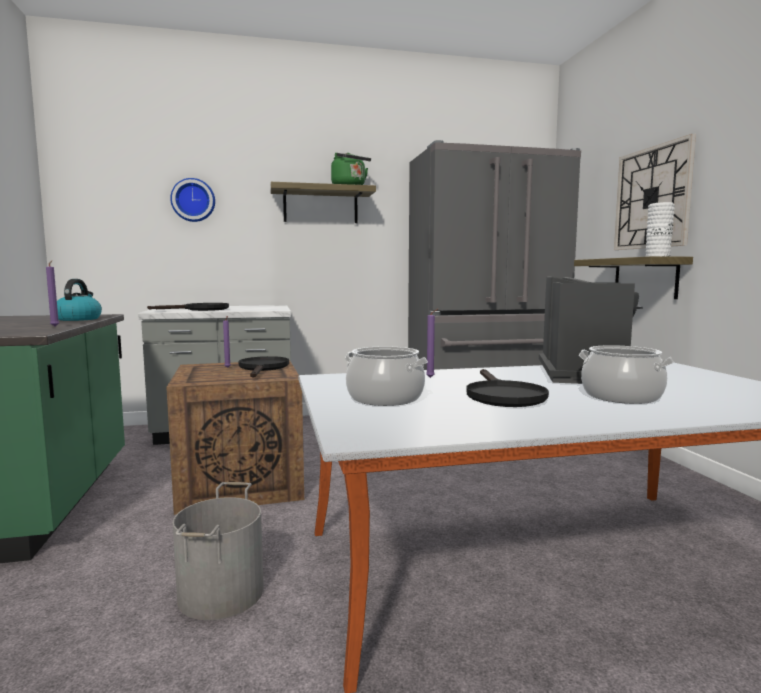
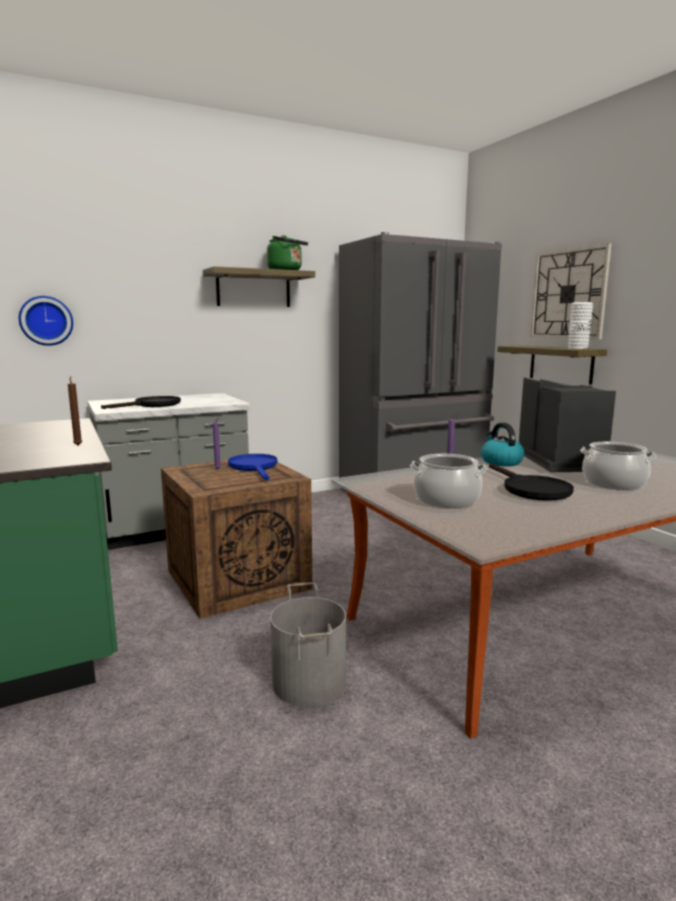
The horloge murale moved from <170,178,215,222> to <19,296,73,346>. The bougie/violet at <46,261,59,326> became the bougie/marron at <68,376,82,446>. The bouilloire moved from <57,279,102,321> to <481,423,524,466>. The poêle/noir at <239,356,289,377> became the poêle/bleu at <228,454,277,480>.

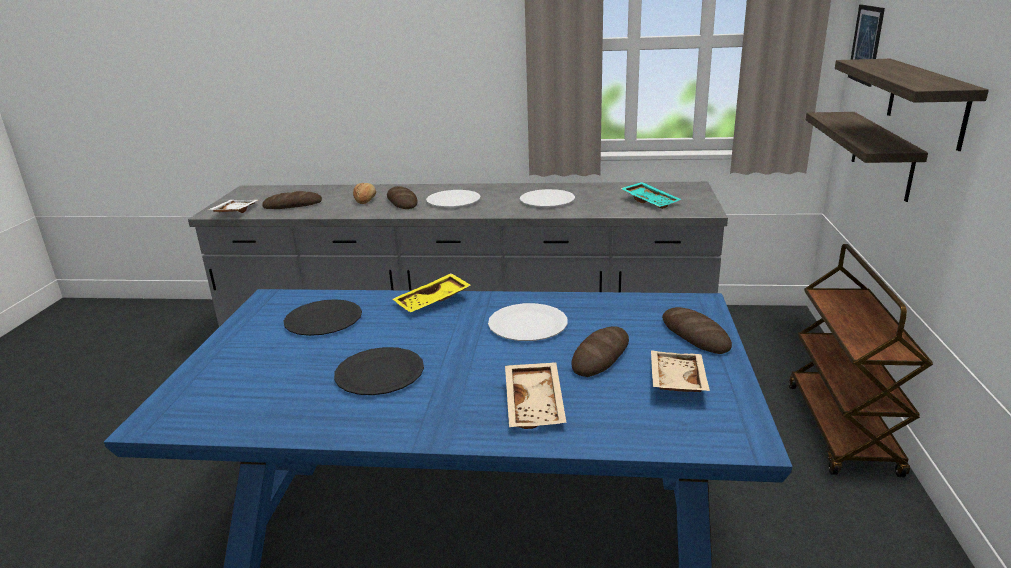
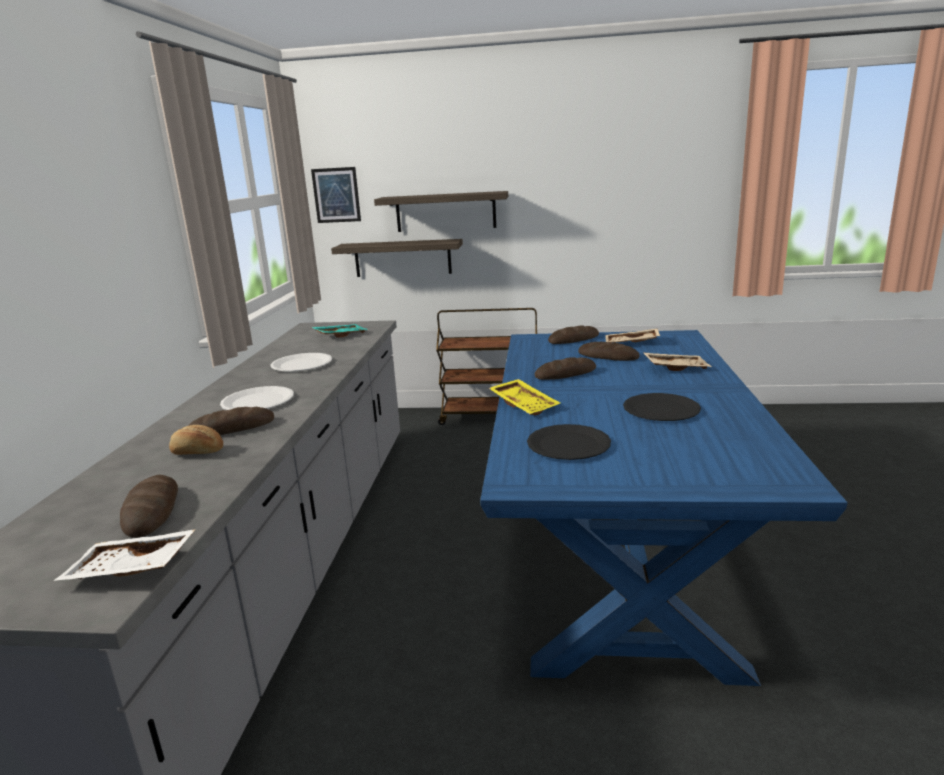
The assiette/blanc at <488,303,567,341> was replaced by the pain at <535,357,596,380>.

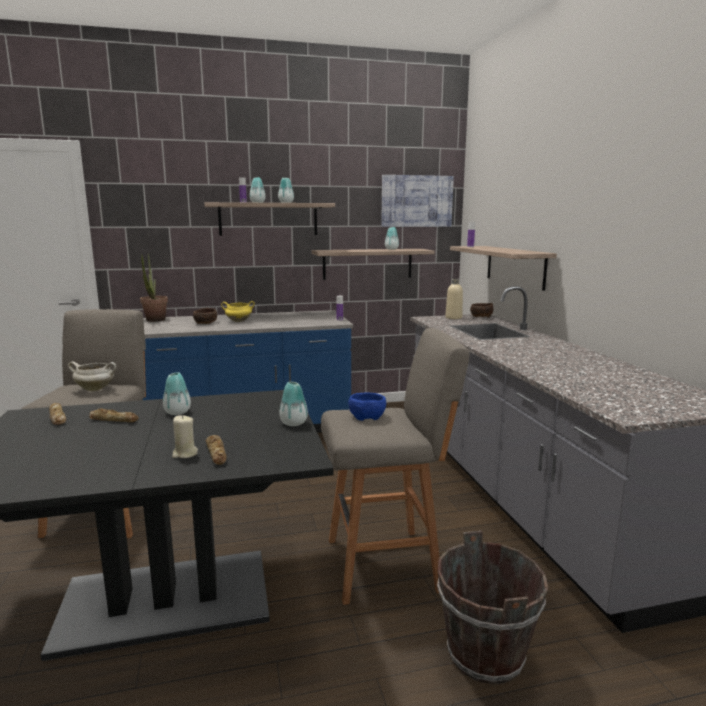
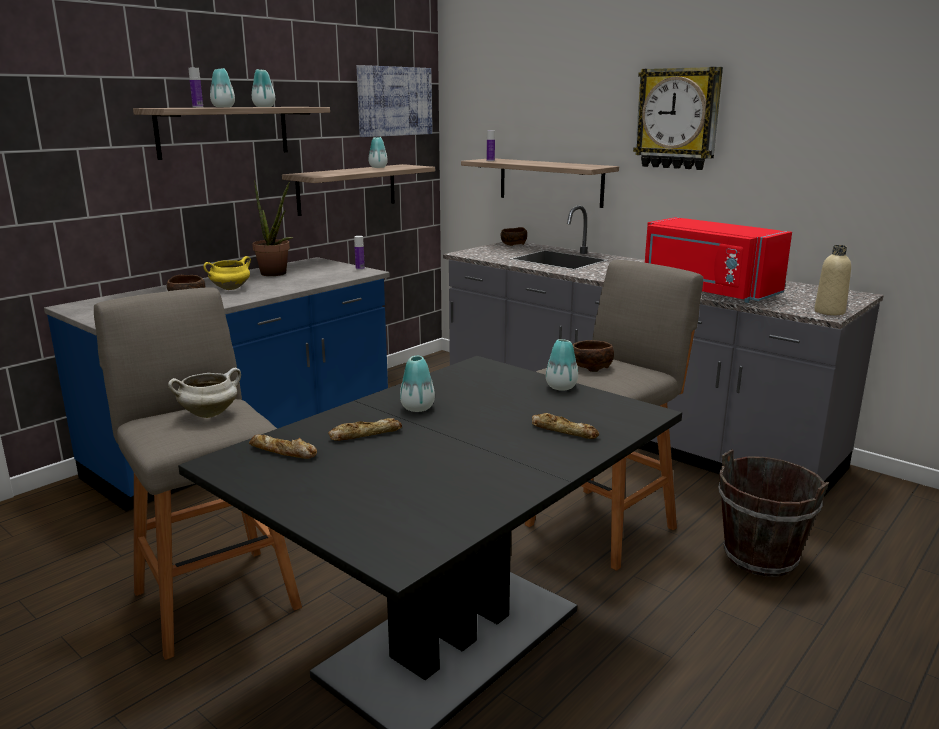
The plante en pot moved from <140,254,168,322> to <252,180,293,276>. The bouteille/beige moved from <445,279,463,319> to <814,245,851,315>. The bol/bleu at <348,392,386,421> became the bol/marron at <572,340,614,372>. The bougie/beige at <172,415,198,458> disappeared. The horloge murale at <633,67,723,170> appeared. The micro-ondes/rouge at <645,217,792,303> appeared.

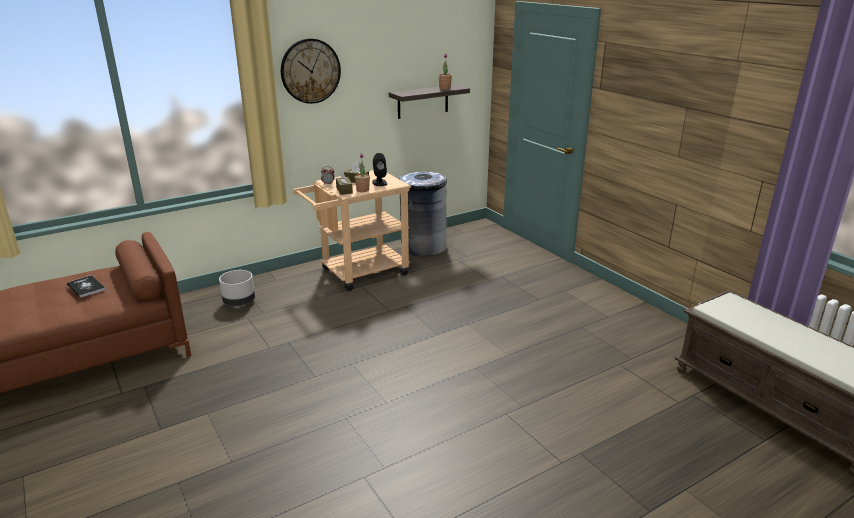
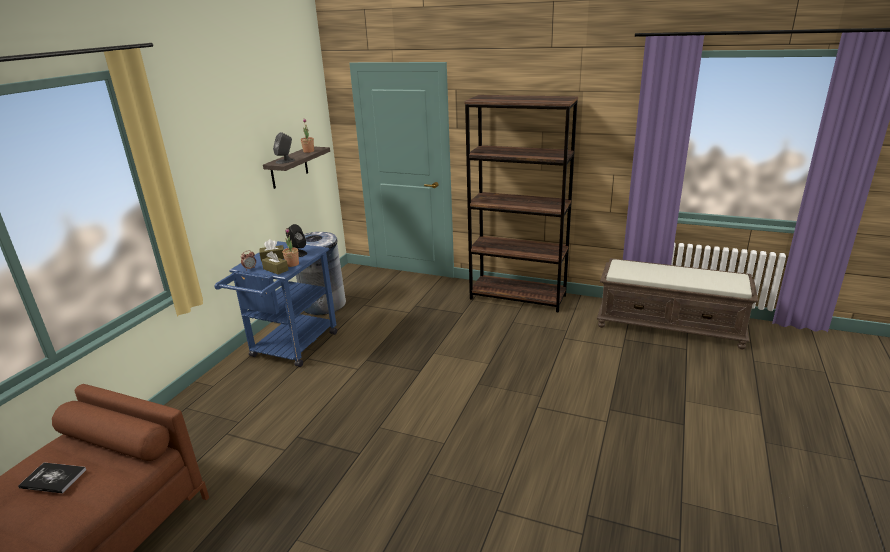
The horloge murale at <281,38,341,104> disappeared. The chariot/beige at <293,170,411,291> became the chariot/bleu at <214,241,337,367>. The cache-pot/gris at <219,270,255,306> disappeared. The bibliothèque/marron at <464,95,578,313> appeared. The enceinte/gris at <273,132,295,164> appeared.

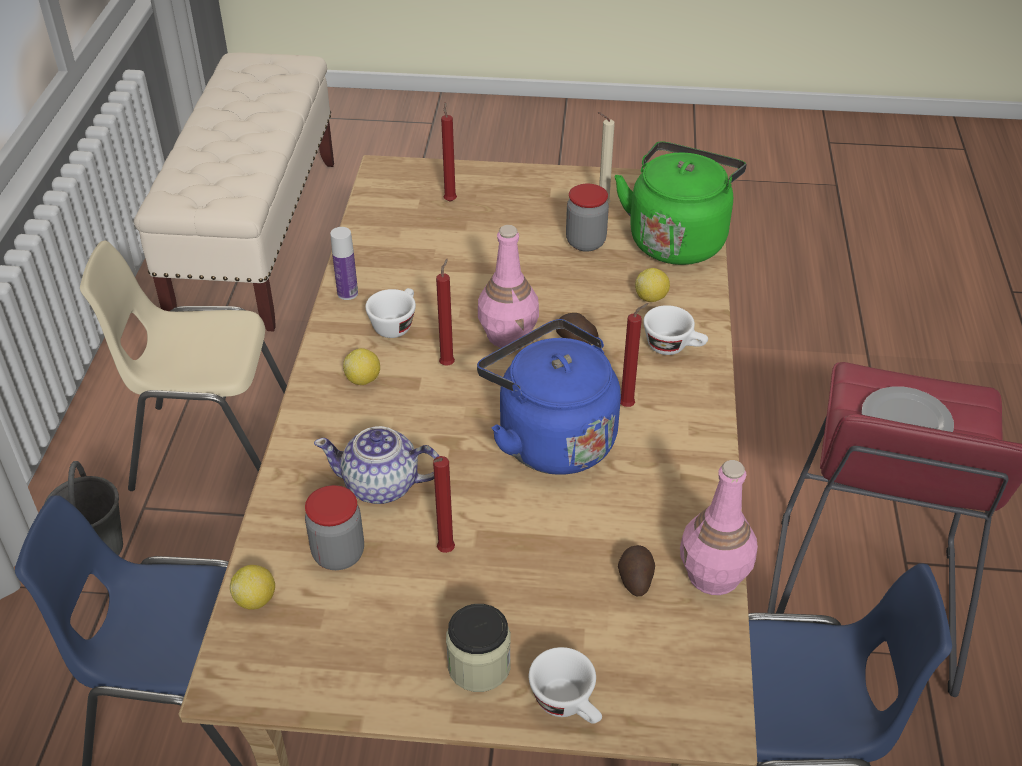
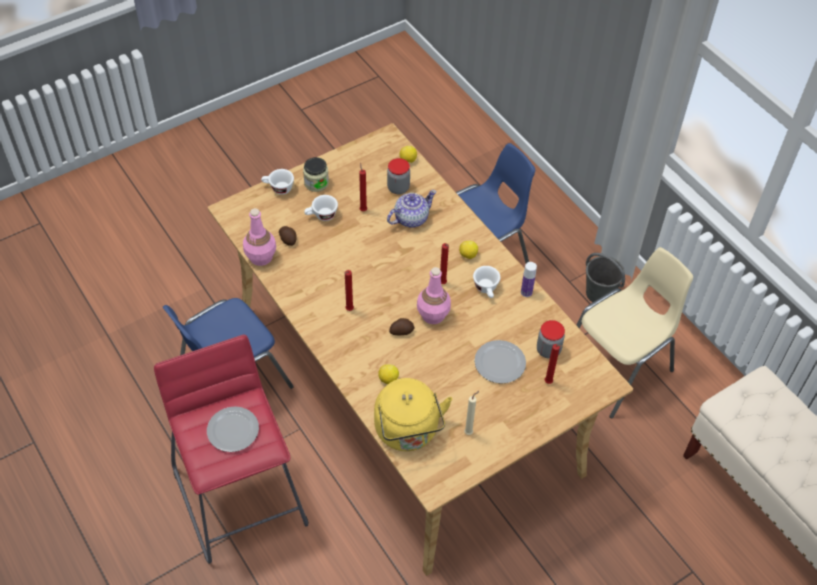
The bouilloire/vert at <615,141,746,265> became the bouilloire/jaune at <374,378,452,451>. The bocal moved from <566,184,609,252> to <537,320,565,359>. The tasse/blanc moved from <643,305,708,355> to <304,195,338,221>. The bouilloire/bleu at <477,319,621,475> disappeared. The assiette at <475,340,526,384> appeared.

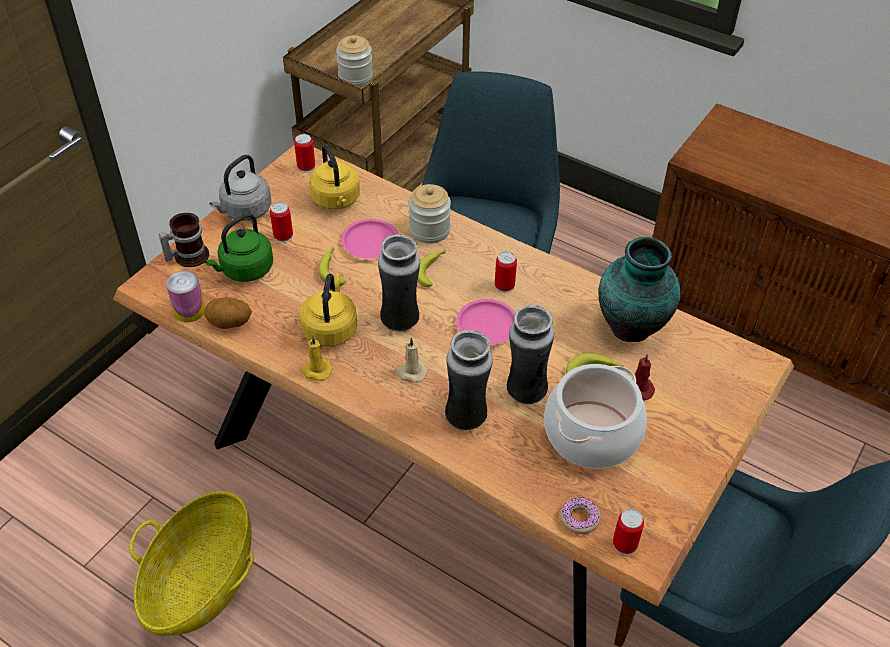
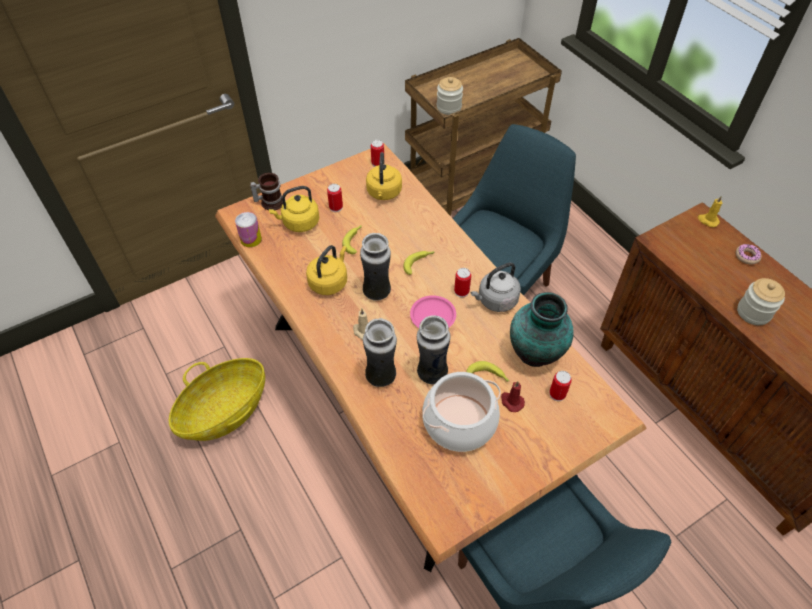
The bouilloire/gris moved from <210,155,271,221> to <470,263,521,312>. The bocal moved from <409,184,451,243> to <737,278,785,325>. The bouilloire/vert at <205,213,273,282> became the bouilloire/jaune at <269,186,319,232>. The assiette/rose at <341,219,398,259> disappeared. The pomme de terre at <204,298,252,329> disappeared. The bougie/jaune moved from <300,336,333,381> to <698,196,722,227>. The beignet moved from <560,497,601,534> to <736,244,762,264>. The boîte métallique moved from <613,509,644,555> to <549,371,572,401>.

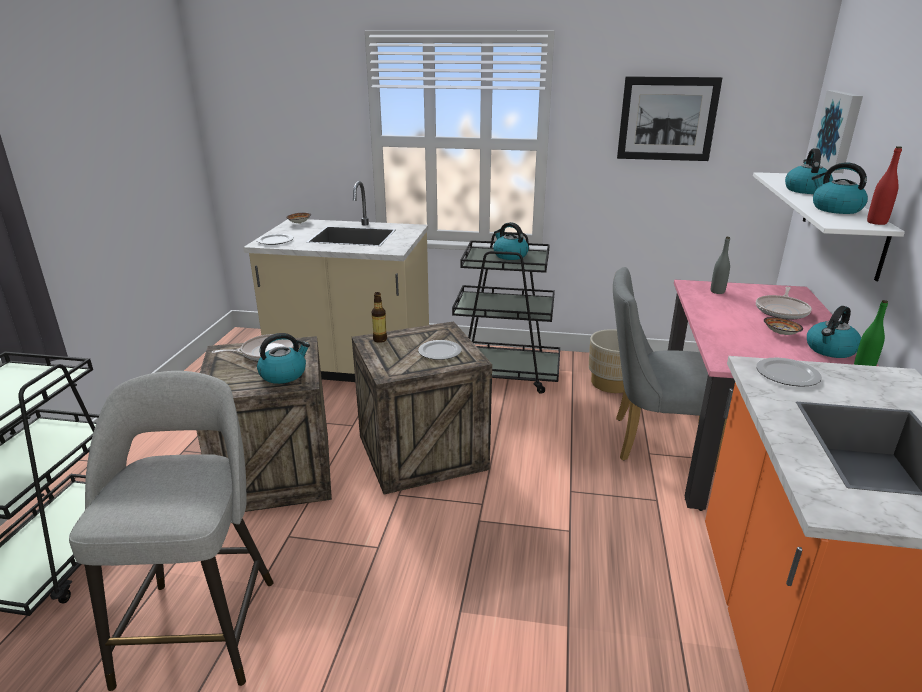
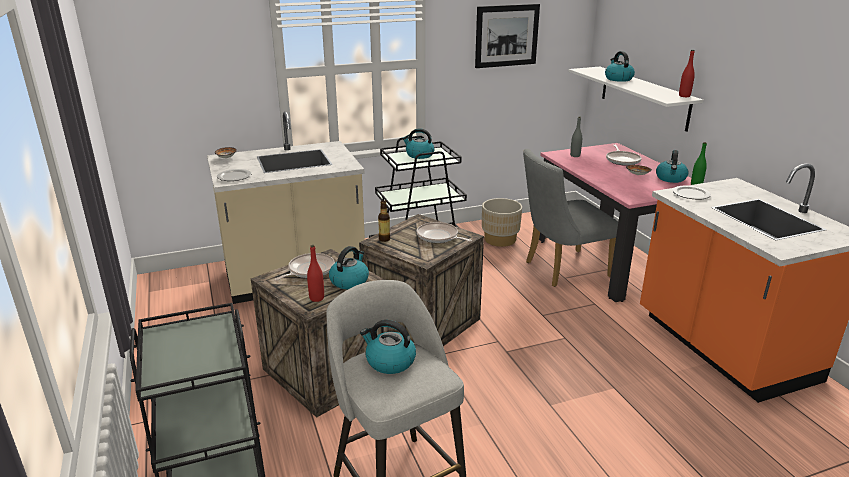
The tableau at <813,90,863,173> disappeared. The bouilloire moved from <812,162,868,214> to <360,320,416,374>. The assiette at <418,340,462,360> was replaced by the poêle at <417,222,472,243>. The bouteille/rouge at <307,245,324,302> appeared.

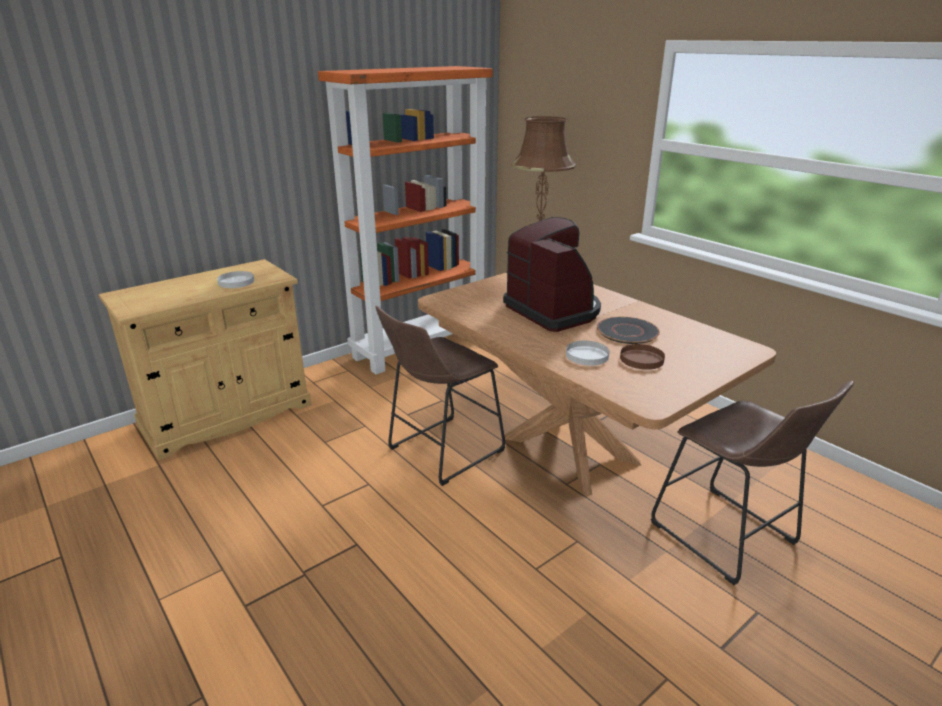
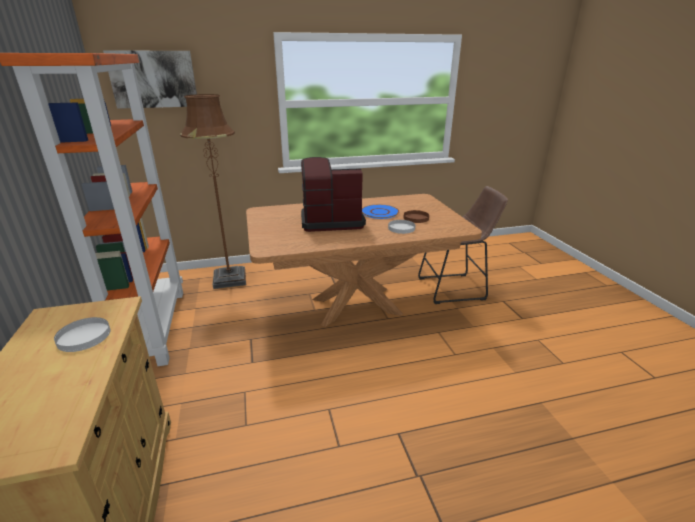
The tabouret/marron at <375,306,505,486> disappeared. The assiette/noir at <597,317,660,344> became the assiette/bleu at <362,205,399,219>. The tableau at <103,50,197,109> appeared.

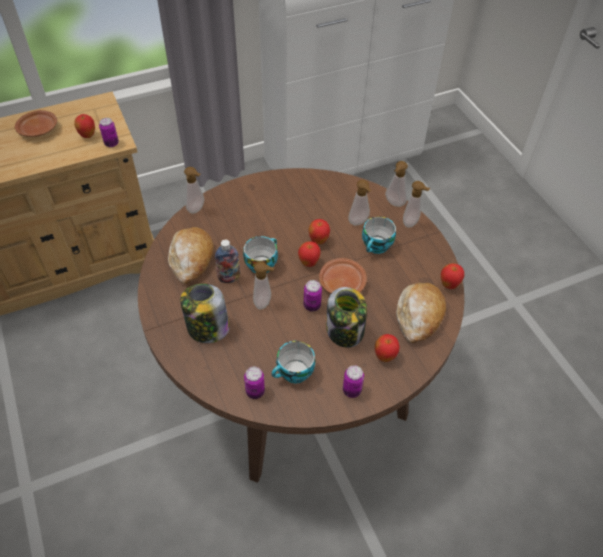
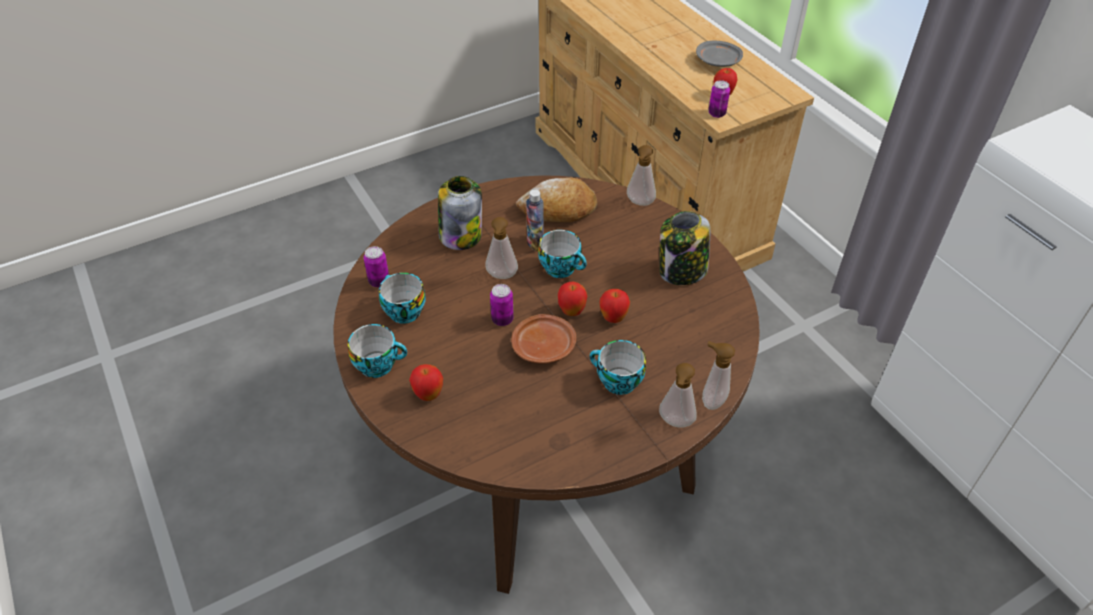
The assiette/marron at <15,110,57,137> became the assiette/gris at <696,41,743,67>. The distributeur de savon at <348,180,372,225> disappeared. The pomme at <441,263,465,289> disappeared. The pain at <396,283,446,343> disappeared. The bocal moved from <326,287,367,348> to <659,211,710,285>. The boîte métallique at <343,365,364,398> was replaced by the tasse at <348,324,407,378>.

